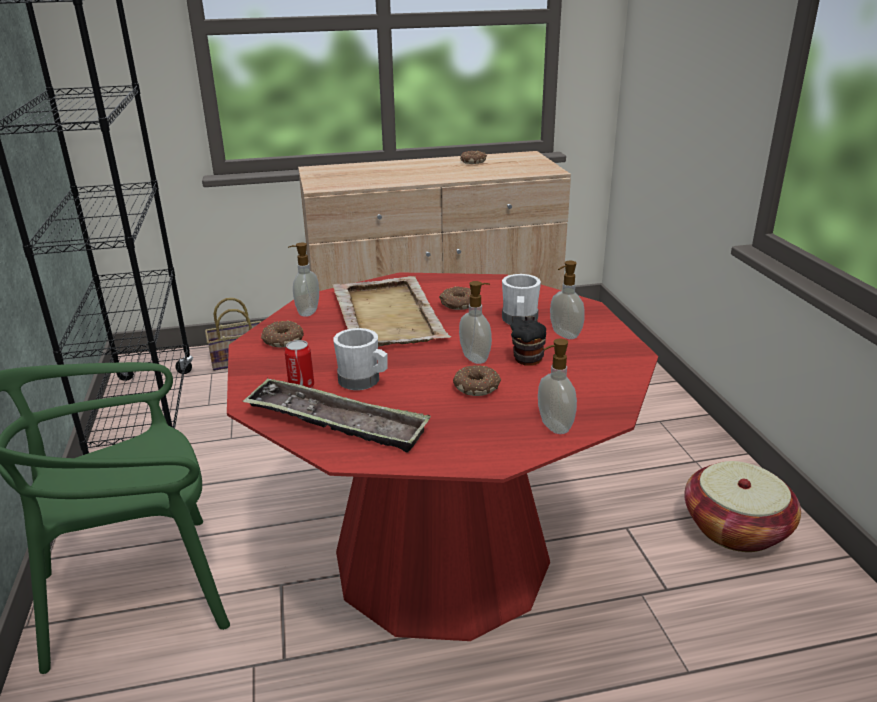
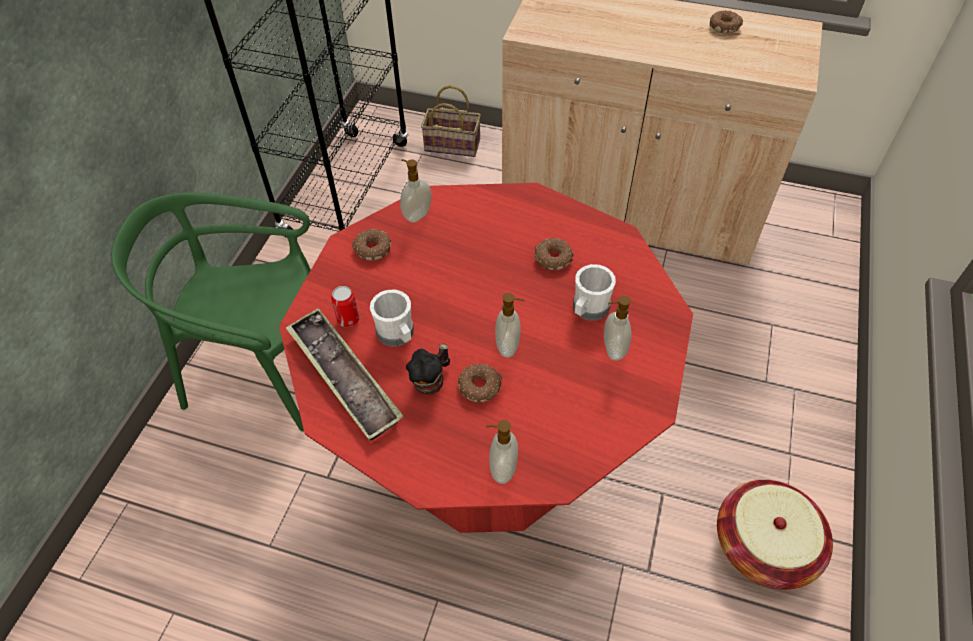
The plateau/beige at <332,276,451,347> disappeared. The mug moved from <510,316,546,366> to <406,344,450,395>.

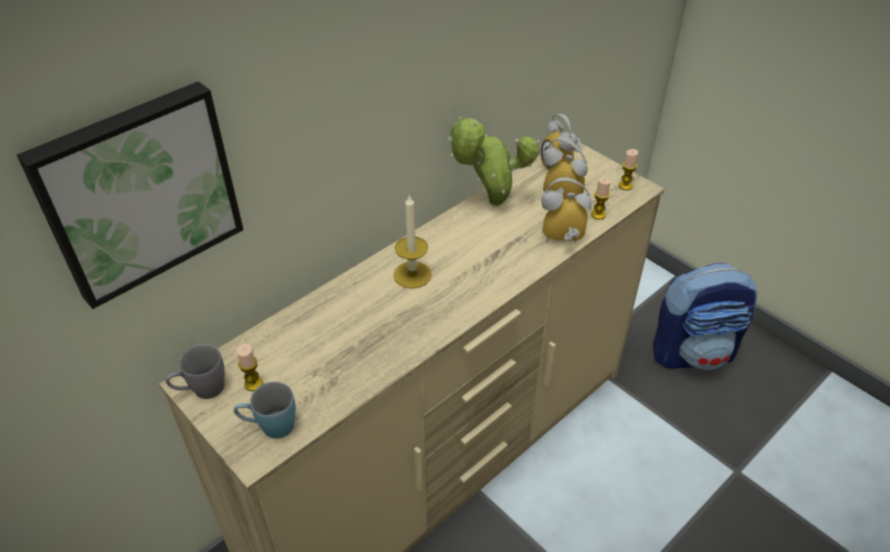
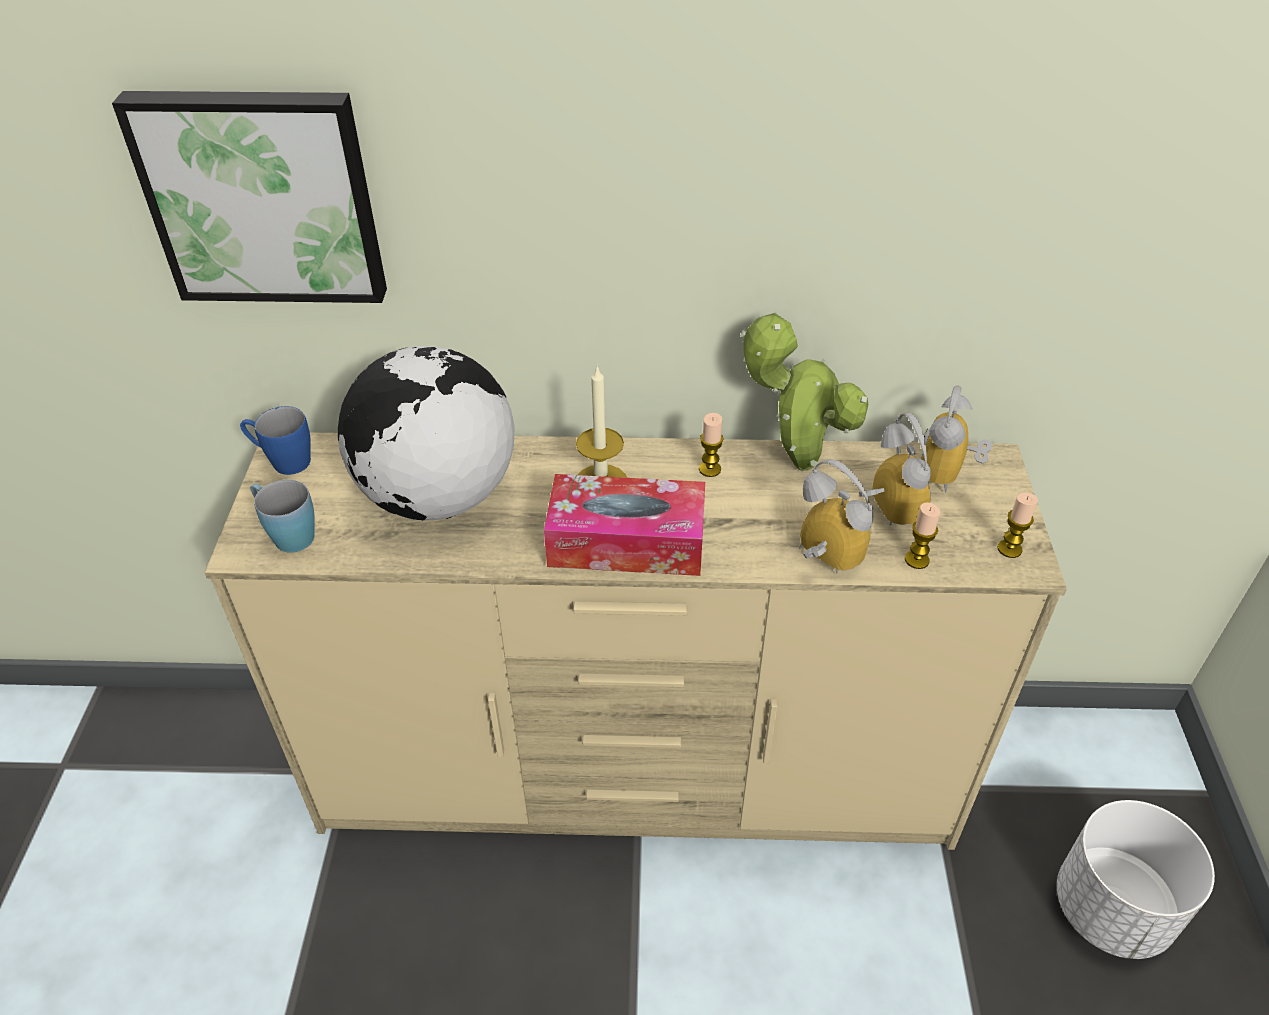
The sac à dos at <653,263,757,369> was replaced by the cache-pot/blanc at <1057,800,1215,959>. The bougie moved from <237,343,263,391> to <699,413,724,477>. The mug/gris at <165,344,225,399> became the mug/bleu at <240,406,311,475>. The globe at <338,346,514,521> appeared. The boîte à mouchoirs at <544,474,705,576> appeared.

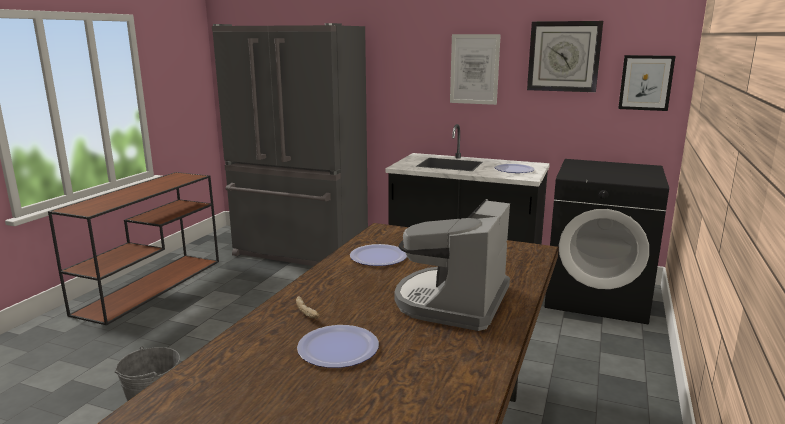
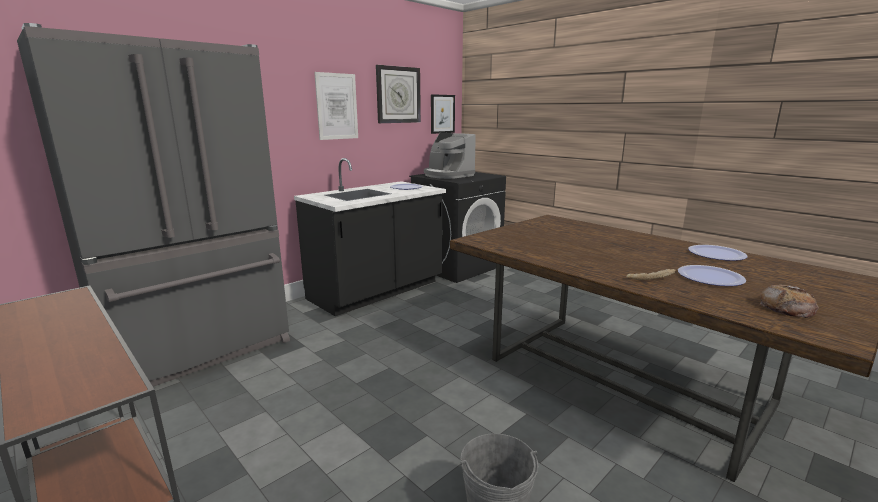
The machine à café moved from <394,199,510,331> to <424,133,476,179>. The assiette moved from <350,244,407,266> to <688,245,747,261>. The pain at <760,285,819,318> appeared.

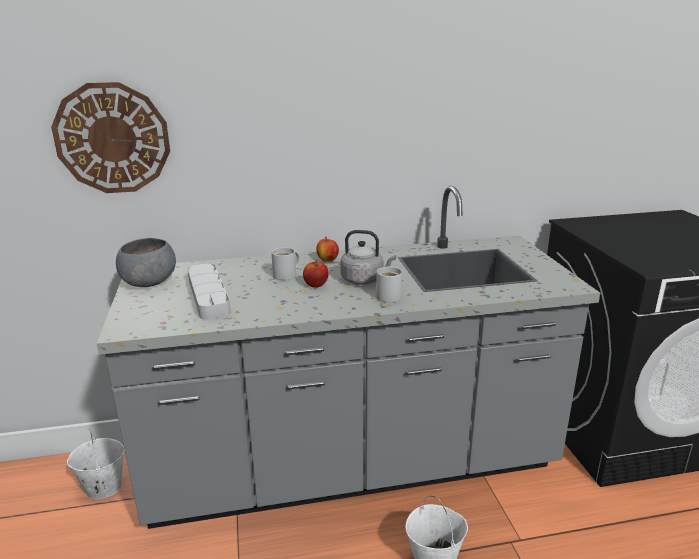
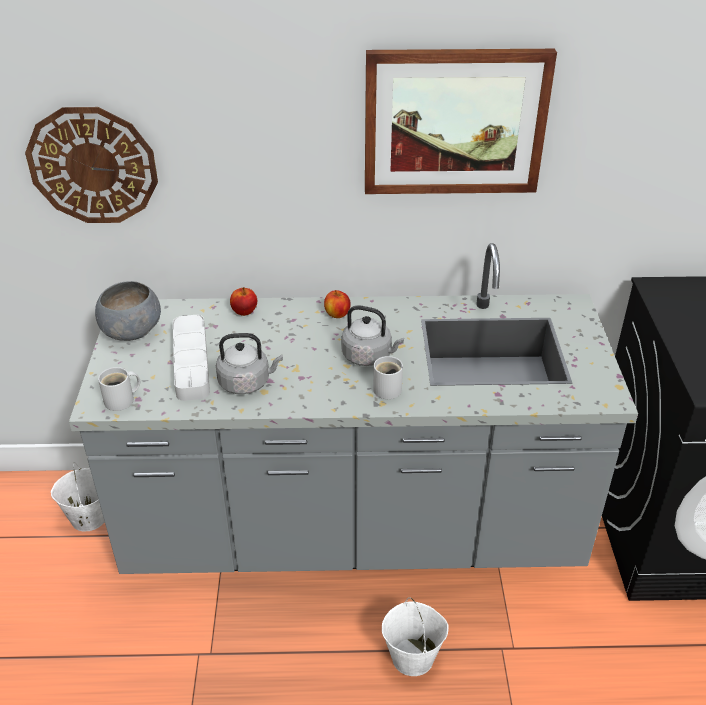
The mug/blanc moved from <271,247,300,280> to <98,367,140,411>. The pomme moved from <303,260,329,288> to <230,287,257,316>. The tableau at <365,49,557,194> appeared. The bouilloire/gris at <216,333,283,394> appeared.

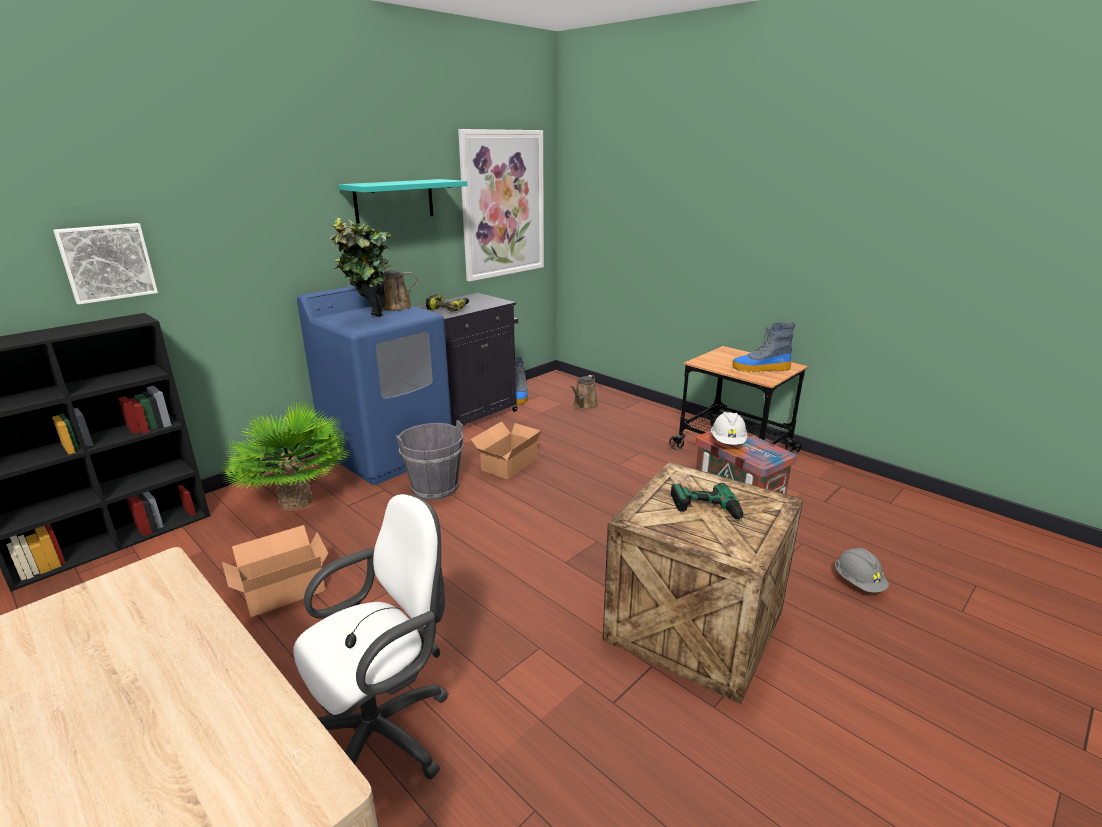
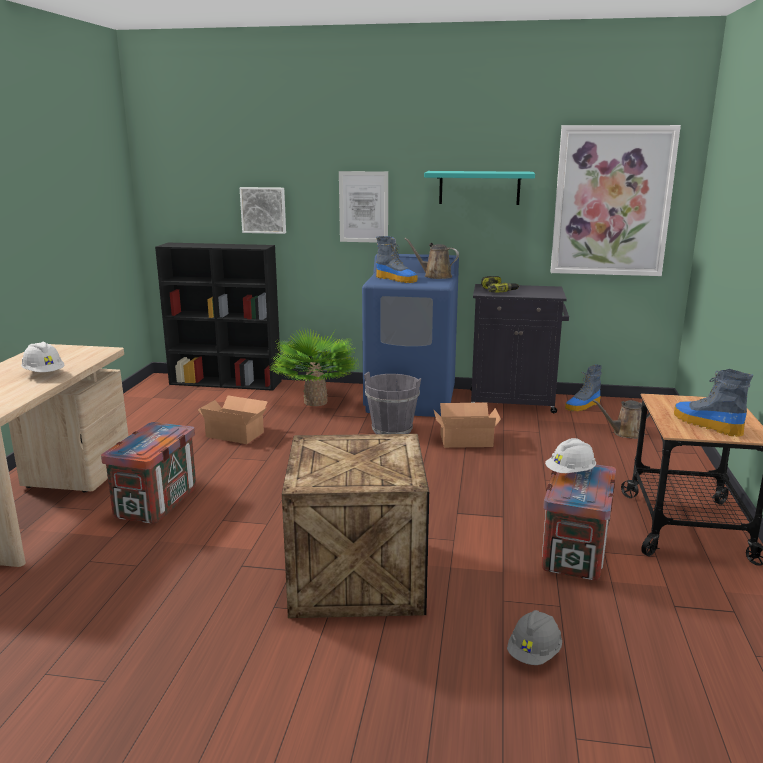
The plante en pot at <328,218,391,317> was replaced by the botte at <376,236,417,283>. The perceuse at <671,483,745,526> disappeared. The chaise de bureau/blanc at <293,494,449,779> was replaced by the caisse at <101,422,196,524>. The tableau at <339,171,388,243> appeared. The casque de chantier/blanc at <21,342,65,372> appeared.

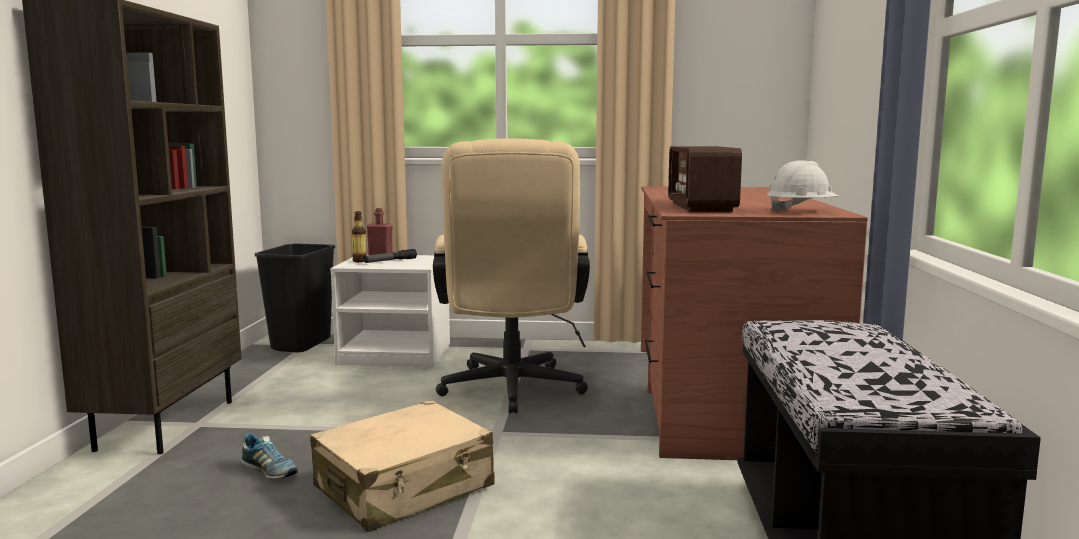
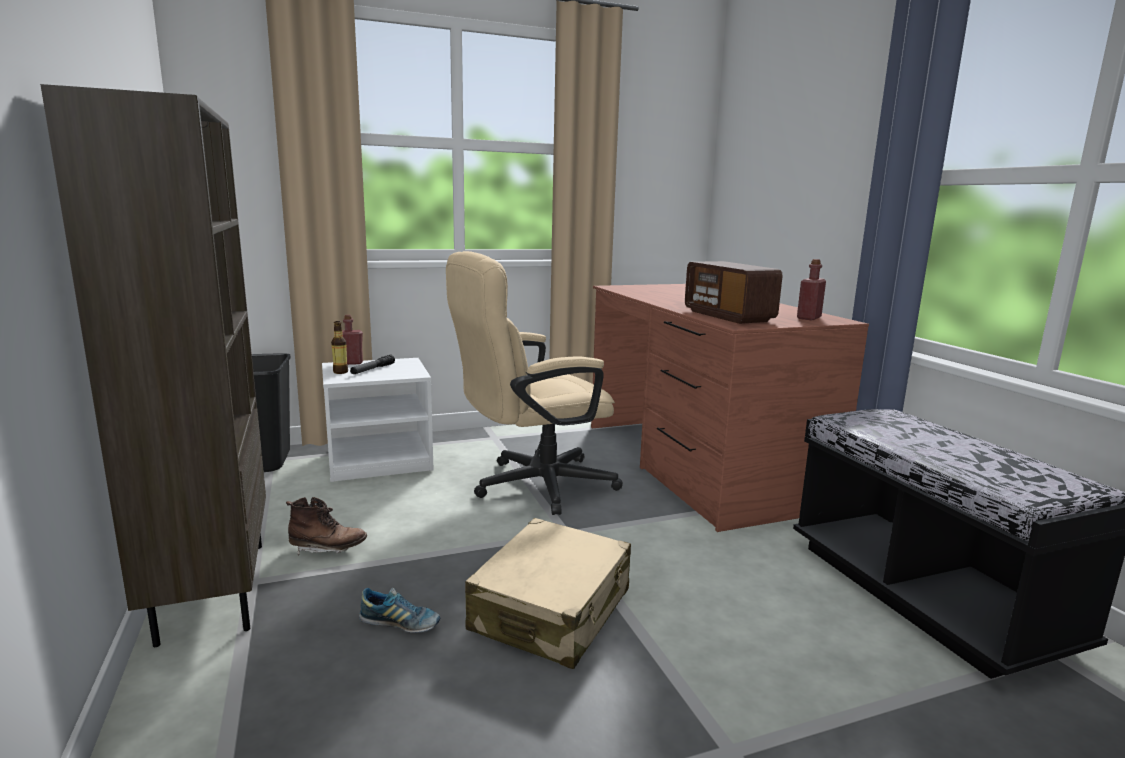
The chaise de bureau/beige at <433,138,590,414> turned 90 degrees clockwise. The casque de chantier/blanc at <767,160,839,213> was replaced by the bouteille/rouge at <797,259,826,320>. The botte/marron at <286,497,367,556> appeared.

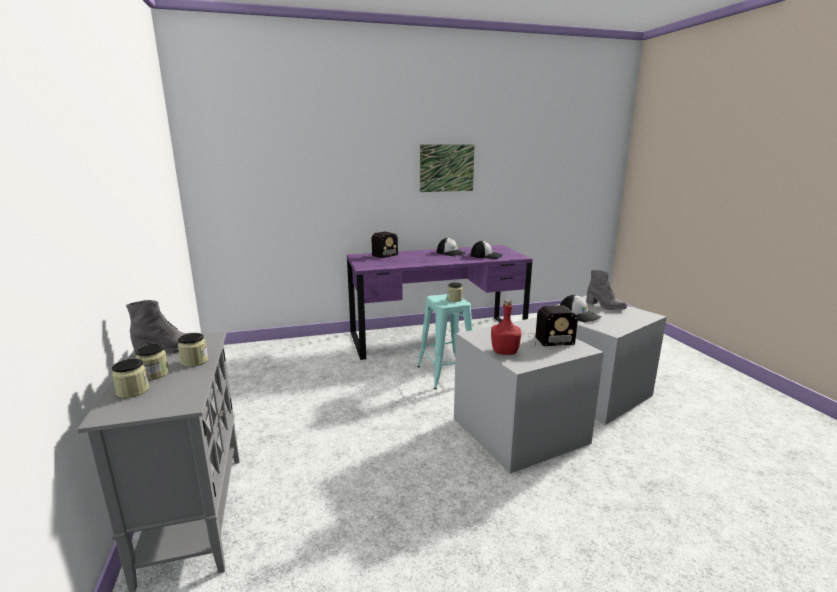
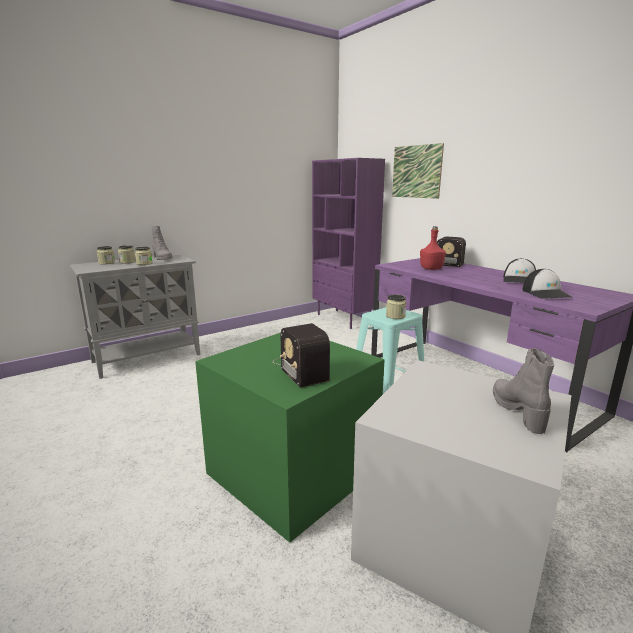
The tableau moved from <420,145,475,192> to <392,143,444,199>. The botte/gris at <587,270,627,310> turned 150 degrees clockwise. The casquette at <560,295,601,322> disappeared. The bouteille/rouge moved from <491,300,521,355> to <420,226,446,270>. The boîte de rangement/gris at <454,318,604,474> became the boîte de rangement/vert at <195,333,385,543>. The bibliothèque/violet at <312,158,385,329> appeared.

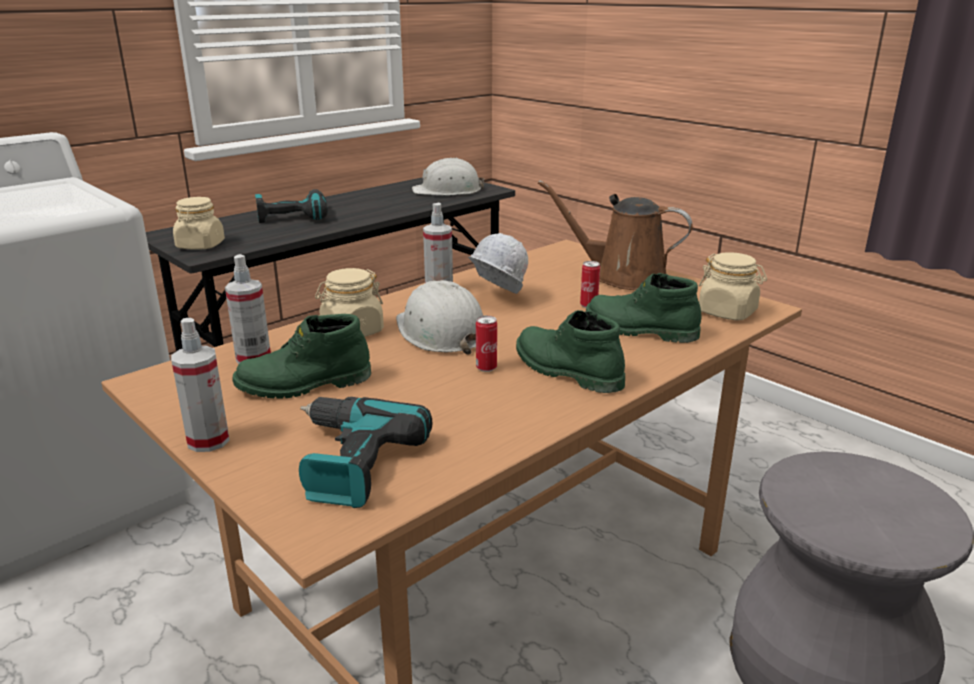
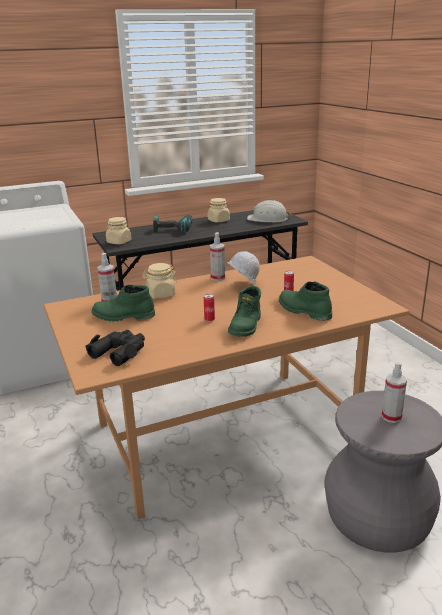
The arrosoir/marron at <538,180,693,290> disappeared. The bocal/beige moved from <699,252,767,321> to <207,198,230,223>. The casque de chantier/blanc at <396,280,483,355> disappeared. The botte/vert at <516,310,625,393> turned 135 degrees counterclockwise. The vaporisateur moved from <171,318,230,452> to <382,362,407,423>. The perceuse at <299,397,432,508> was replaced by the jumelles/noir at <85,330,145,366>.

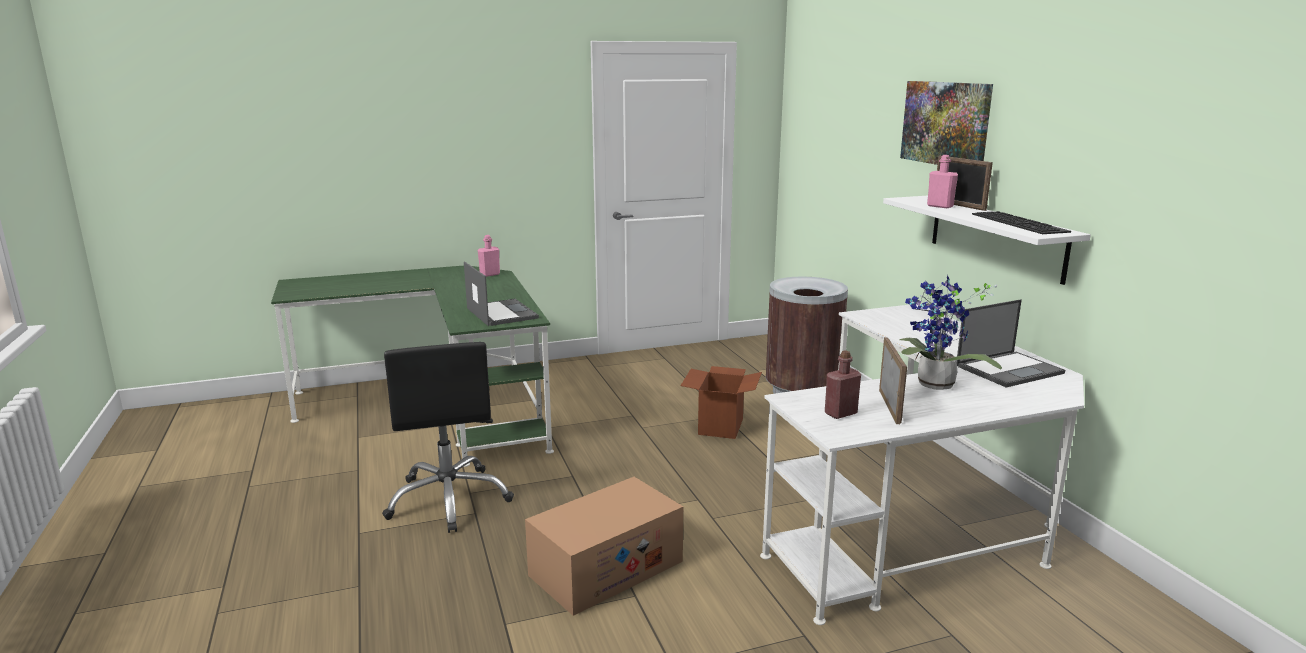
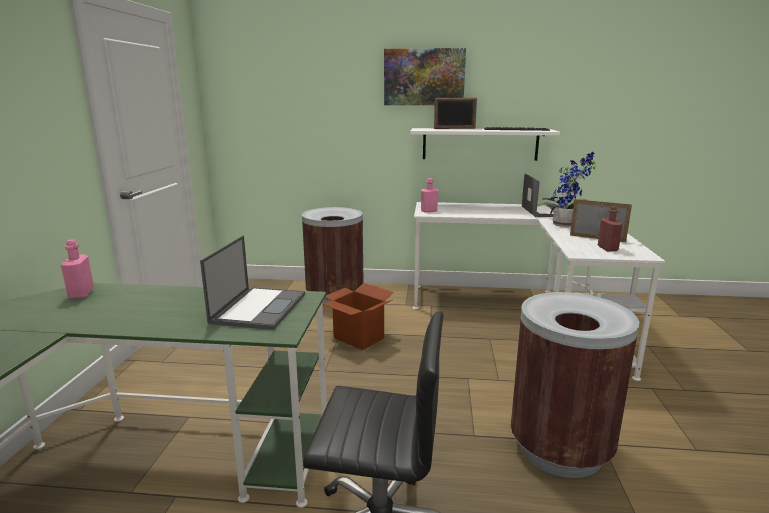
The bouteille/rose moved from <927,155,958,208> to <421,178,439,213>. The ordinateur portable at <464,262,539,326> turned 105 degrees clockwise. The carton at <525,477,683,616> was replaced by the poubelle/marron at <510,292,639,478>.

